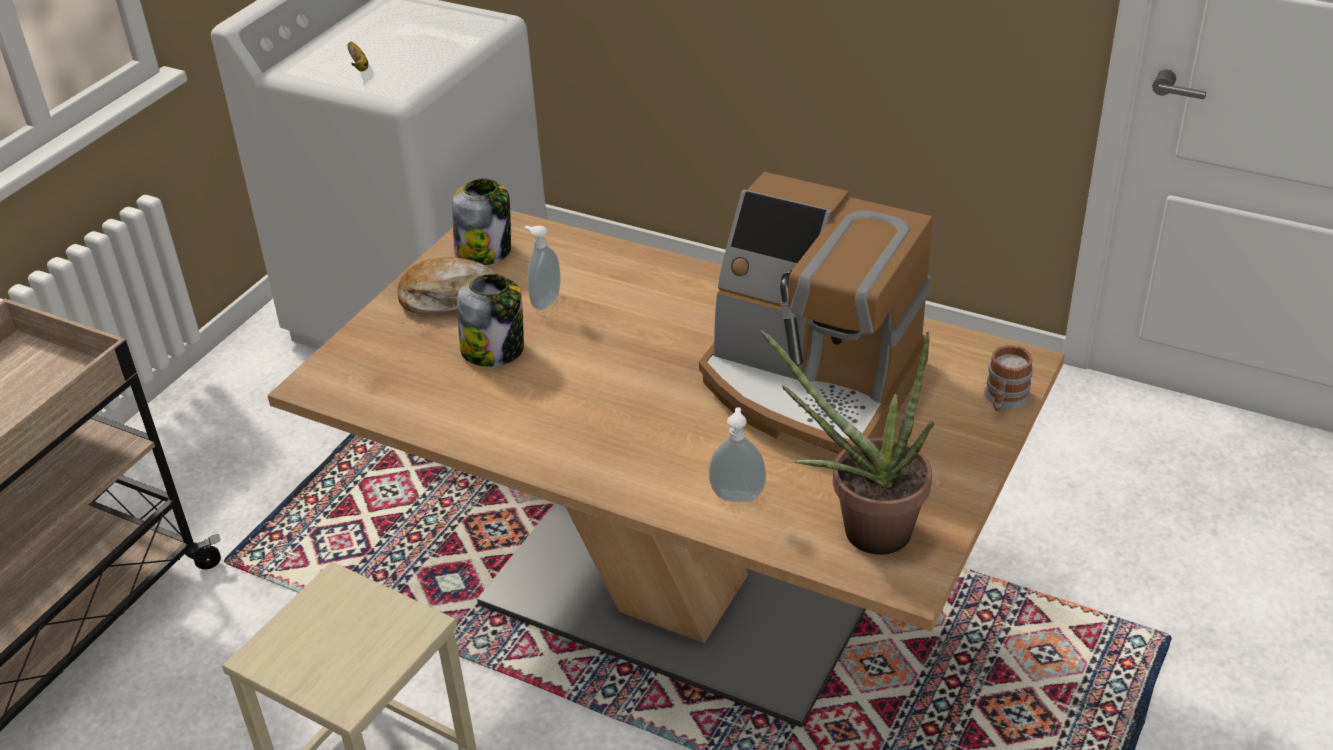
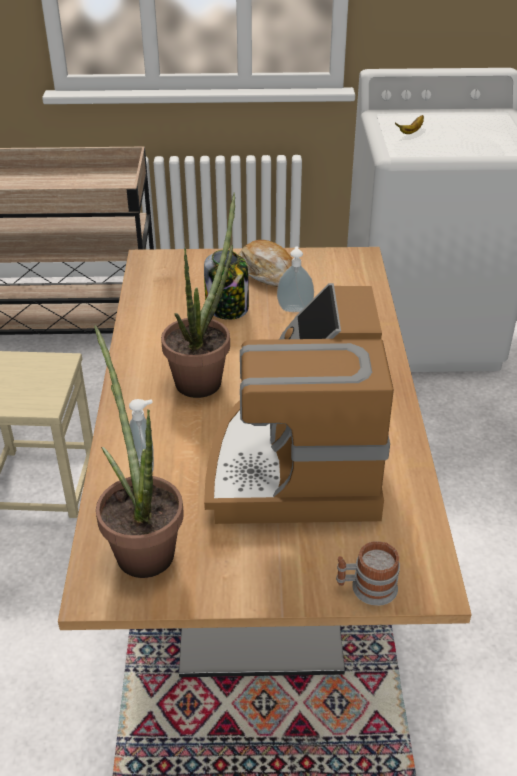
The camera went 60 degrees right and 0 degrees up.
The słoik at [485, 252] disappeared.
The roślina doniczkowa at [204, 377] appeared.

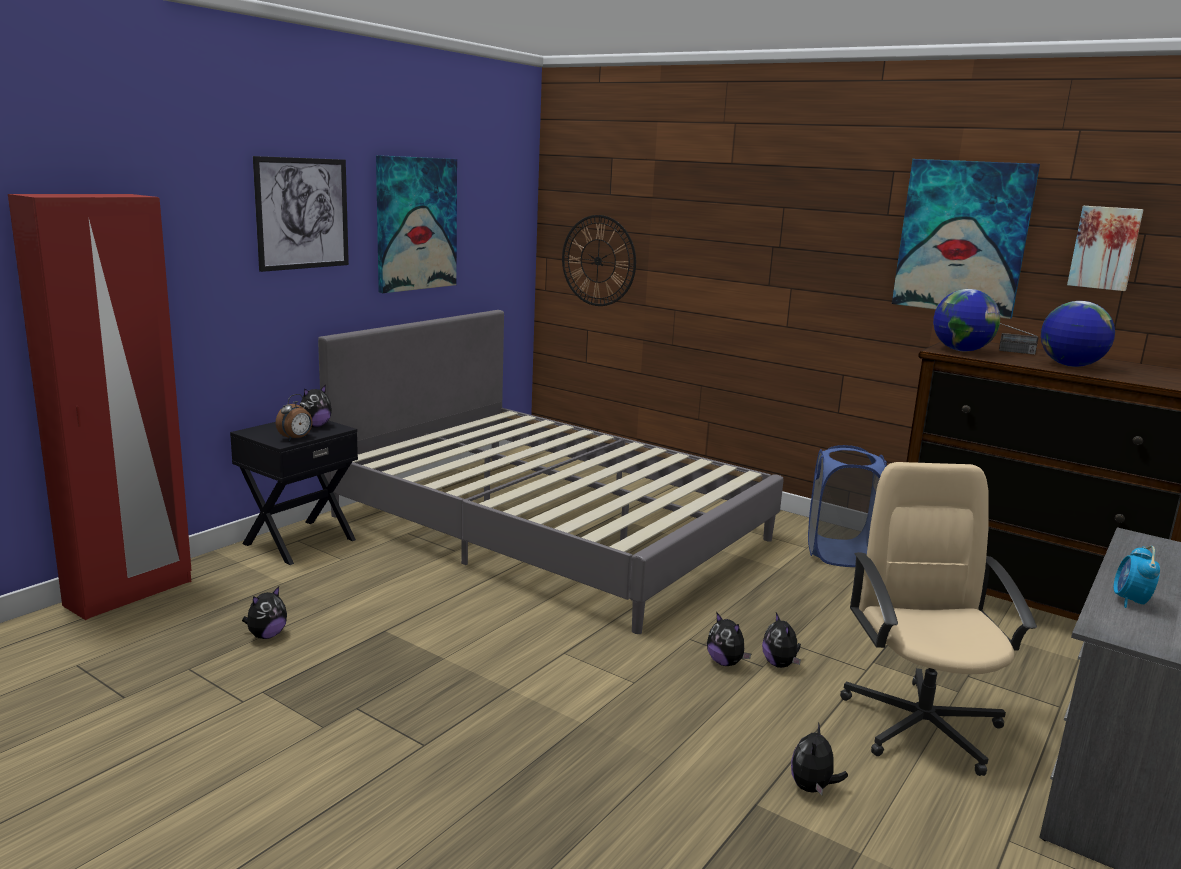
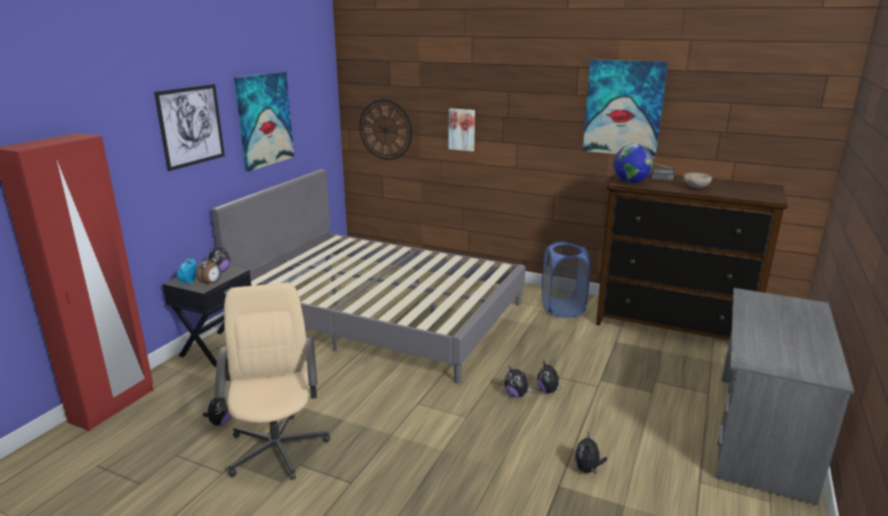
The camera went 10 degrees left and 5 degrees up.
The krzesło biurowe/beżowy moved from [921, 724] to [277, 447].
The obraz moved from [1104, 248] to [462, 129].
The budzik moved from [1130, 602] to [188, 283].
The globus at [1070, 365] was replaced by the miska/beżowy at [695, 187].

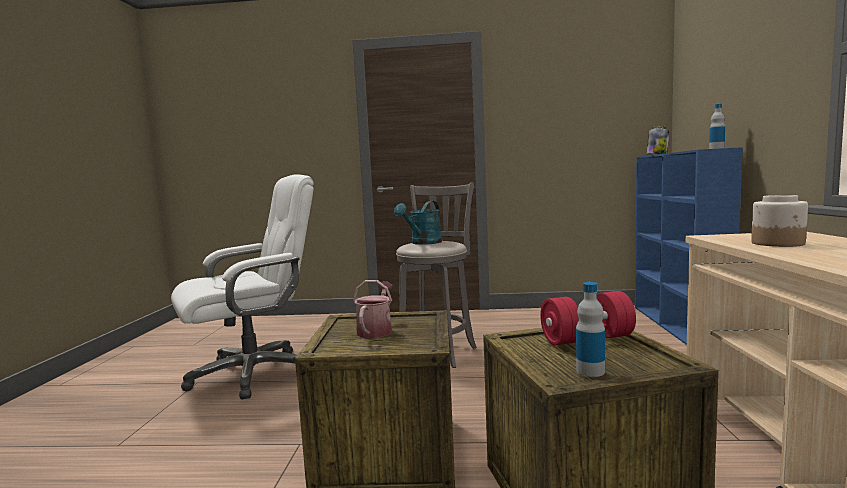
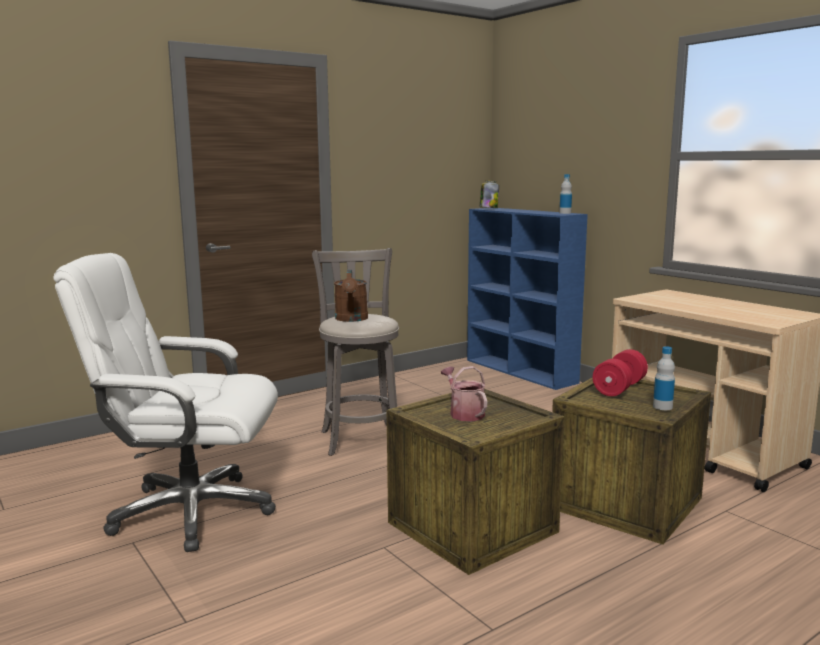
The camera went 40 degrees left and 5 degrees up.
The słoik at [778, 243] disappeared.
The konewka/turkusowy at [423, 243] became the konewka/brązowy at [351, 319].
The krzesło biurowe/biały at [253, 373] turned 105 degrees counterclockwise.

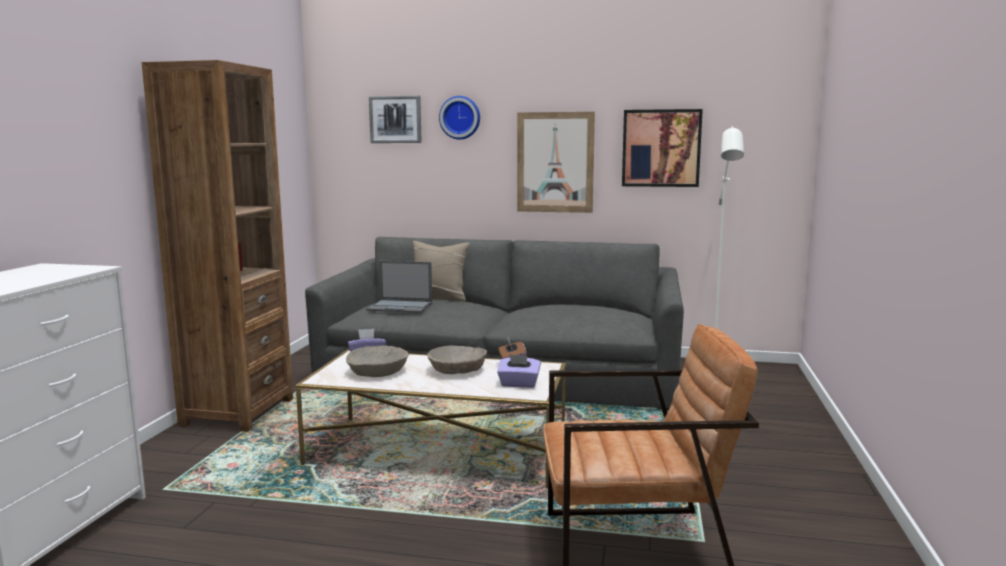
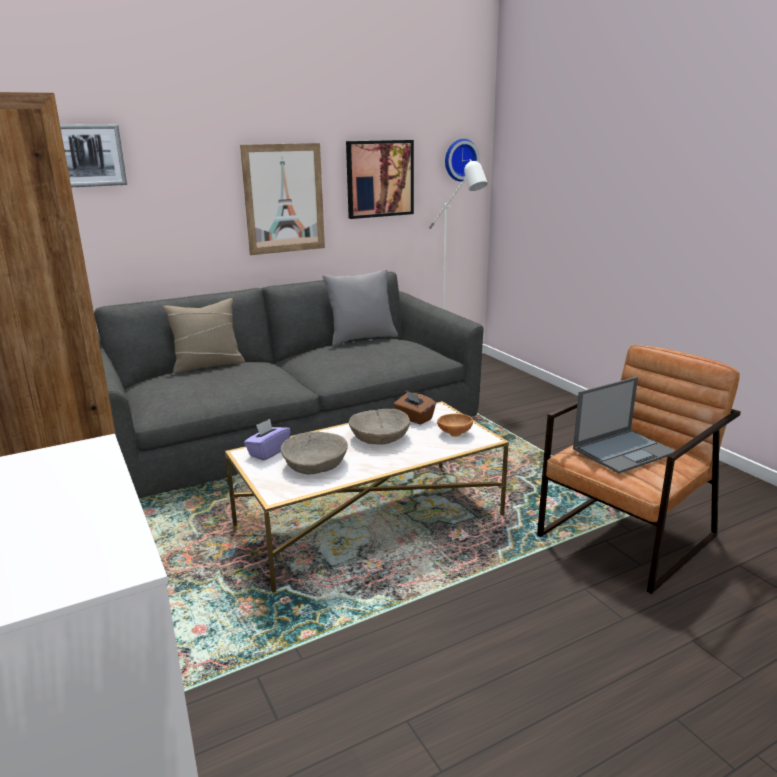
The camera went 40 degrees left and 10 degrees up.
The poduszka/szary at [361, 339] appeared.
The laptop moved from [401, 307] to [624, 450].
The zegar ścienny moved from [460, 117] to [460, 160].
The pudełko chusteczek/fioletowy at [519, 384] was replaced by the miska/brązowy at [454, 433].

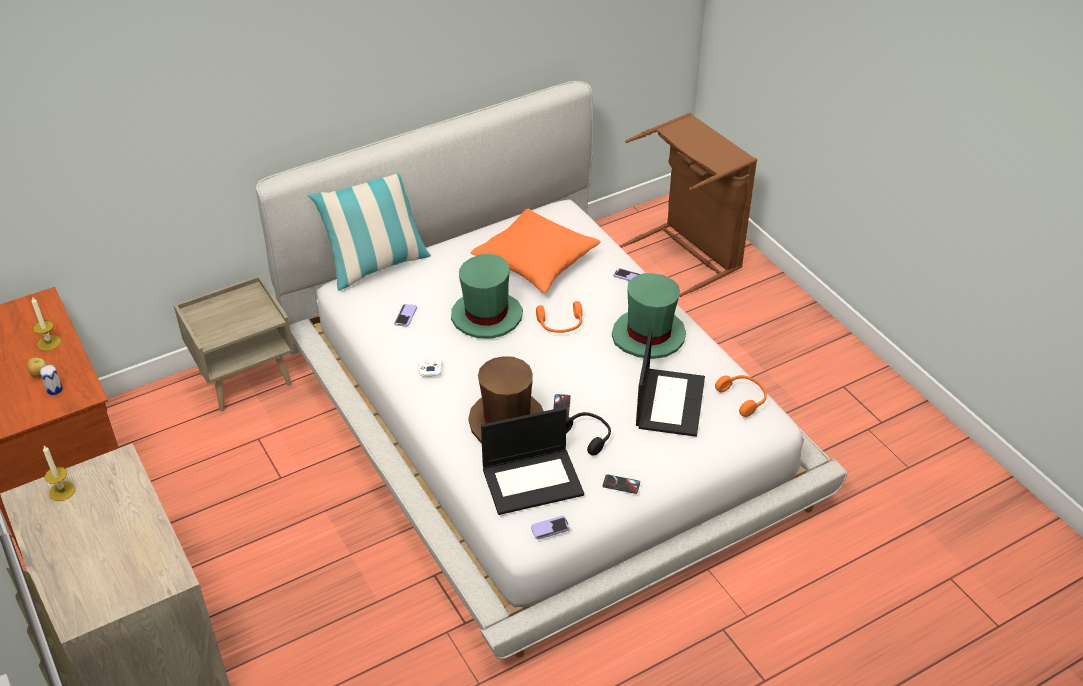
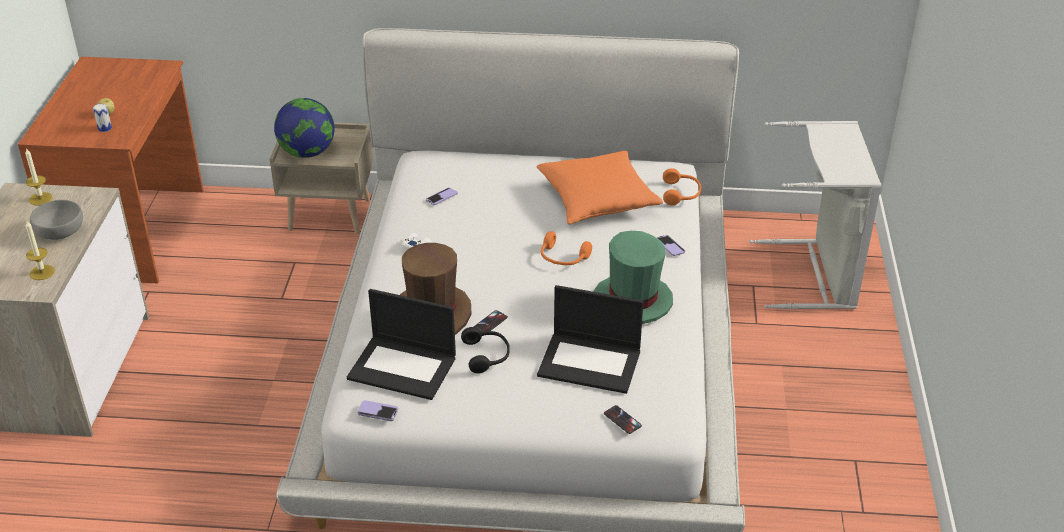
The camera went 35 degrees right and 5 degrees down.
The poduszka at [377, 266] disappeared.
The kapelusz/zielony at [486, 316] disappeared.
The miska/szary at [61, 232] appeared.
The globus at [307, 153] appeared.
The świeca moved from [49, 343] to [42, 272].
The telefon moved from [621, 484] to [622, 420].
The słuchawki/pomarańczowy moved from [743, 398] to [681, 194].
The kosz na pranie/brązowy at [690, 253] became the kosz na pranie/szary at [815, 275].
The laptop at [669, 402] turned 60 degrees clockwise.

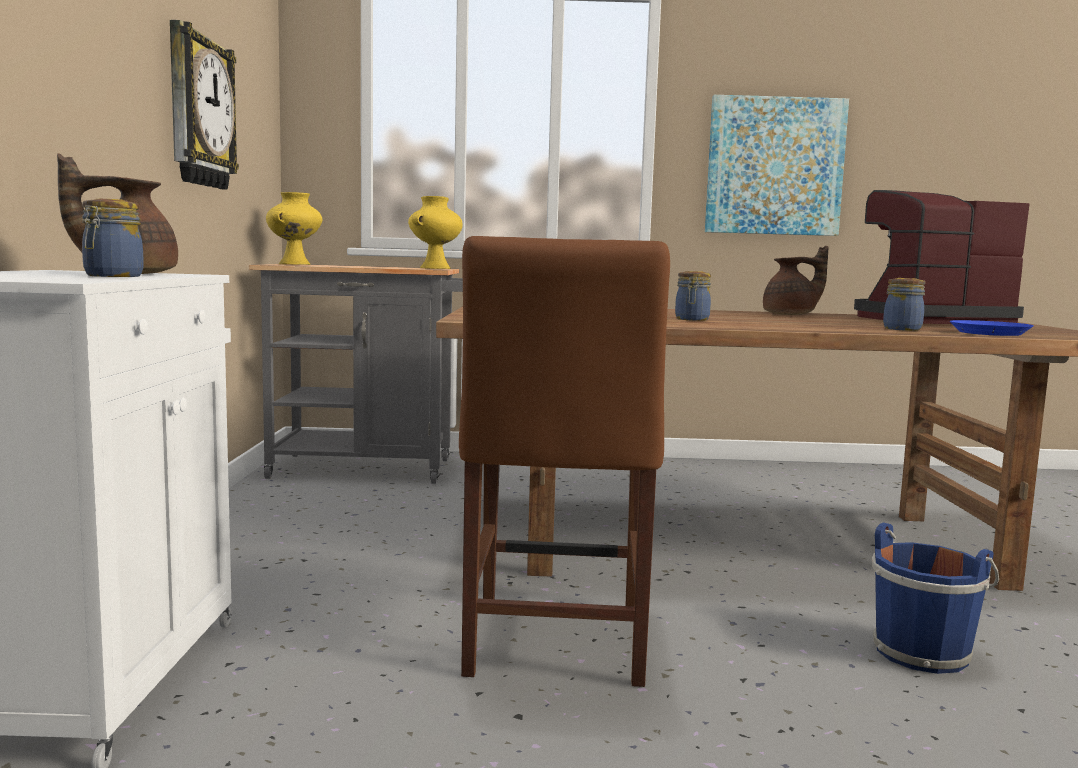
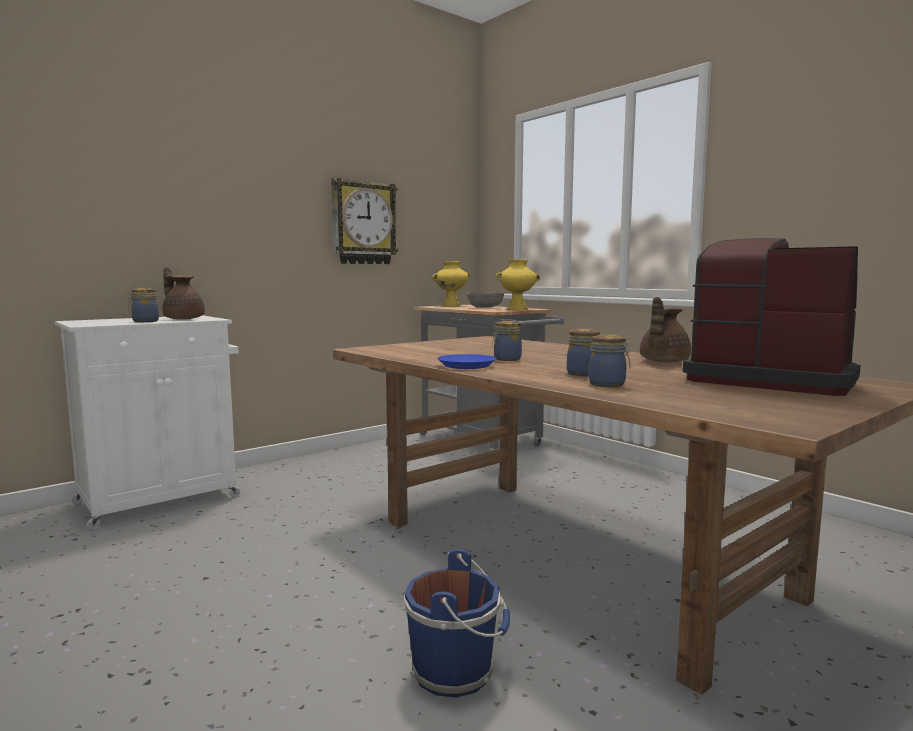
The camera went 50 degrees right and 0 degrees up.
The krzesło/brązowy at [554, 644] disappeared.
The obraz at [774, 166] disappeared.
The miska/szary at [485, 307] appeared.
The słoik at [582, 374] appeared.
The talerz/niebieski moved from [989, 333] to [467, 366].
The imbryk/brązowy at [791, 314] turned 90 degrees clockwise.

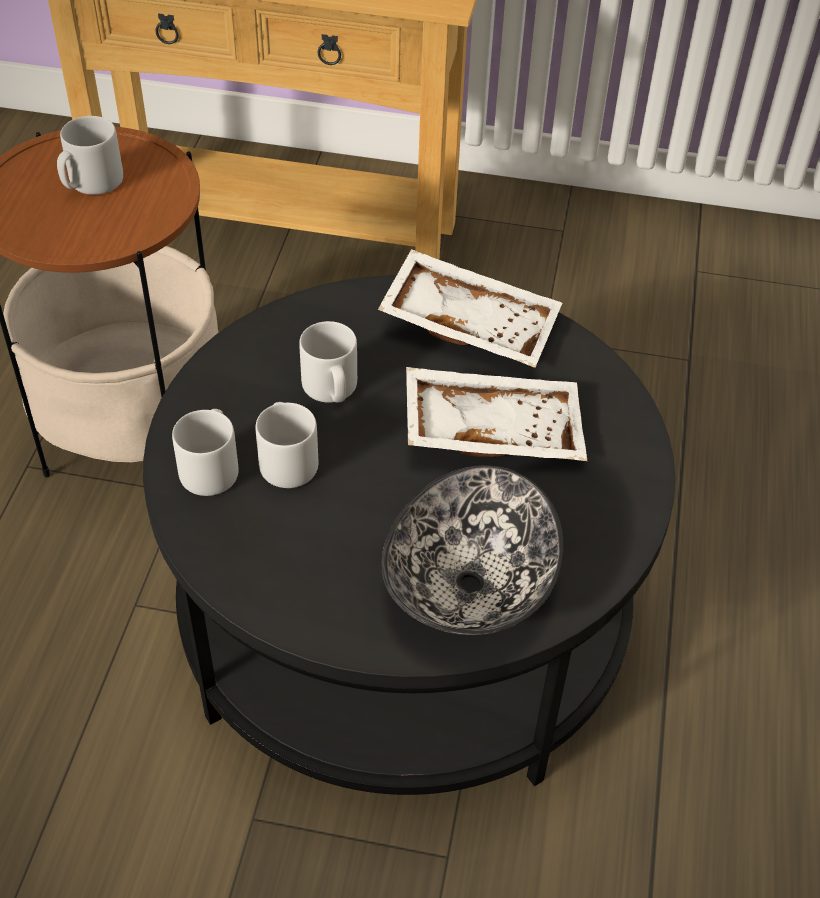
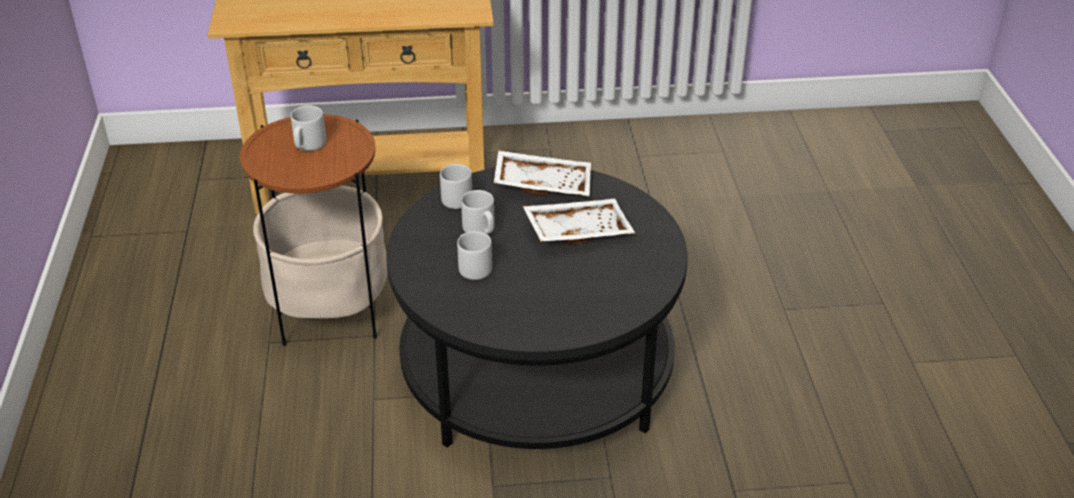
The camera went 15 degrees left and 10 degrees down.
The miska at [472, 586] disappeared.
The kubek/szary moved from [211, 468] to [456, 198].

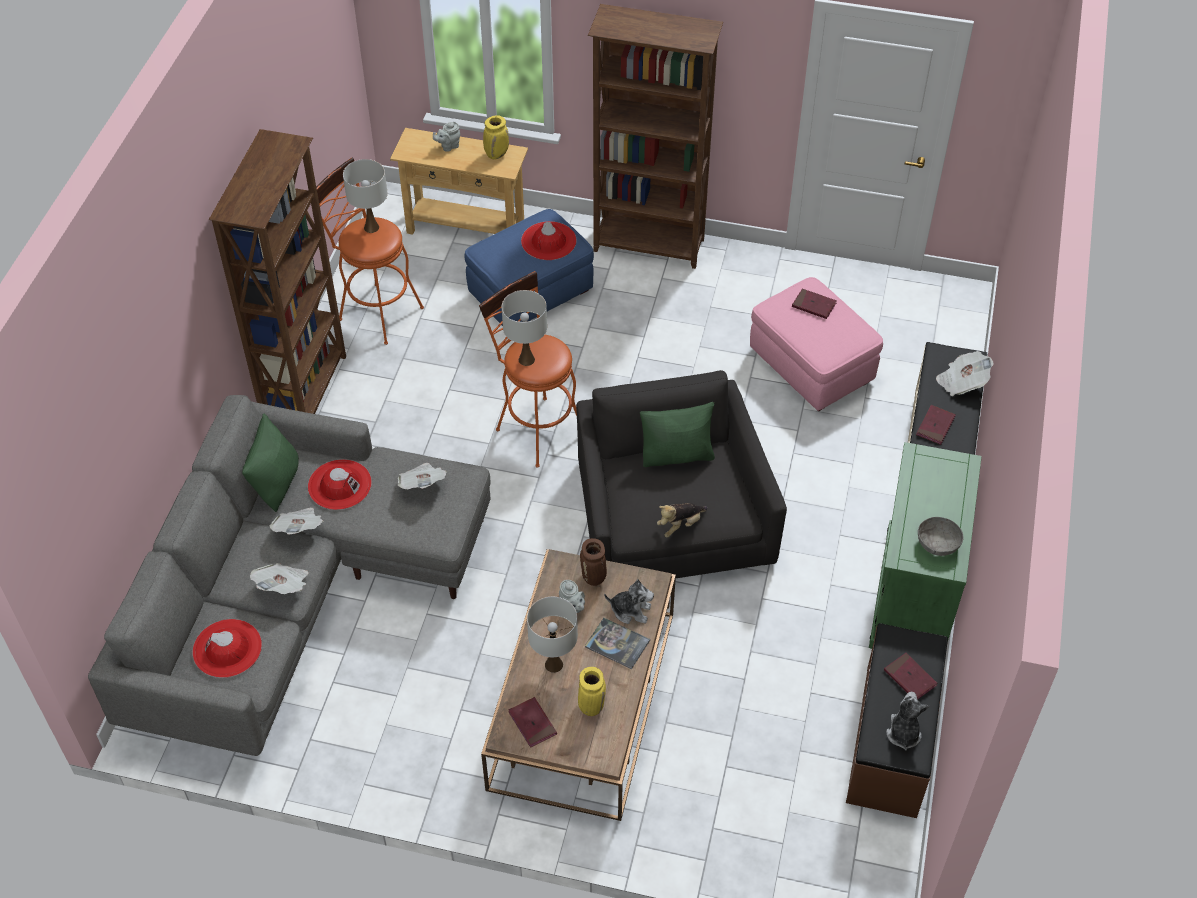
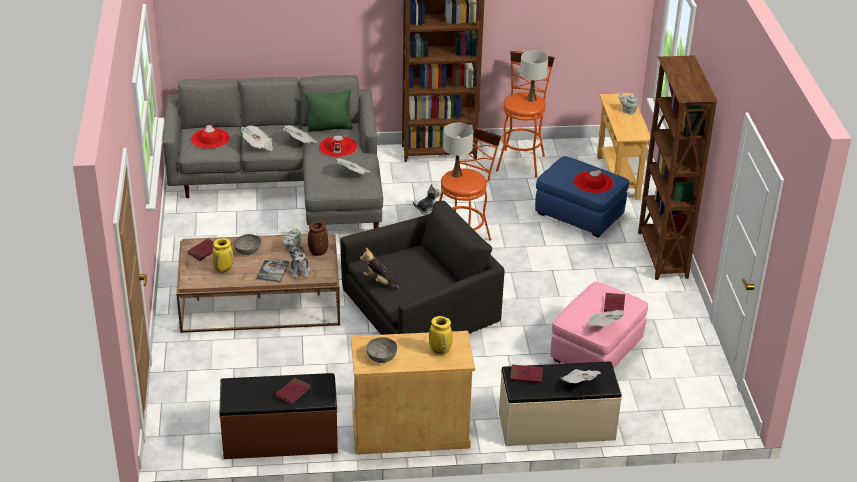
The camera went 70 degrees right and 15 degrees down.
The poduszka/zielony at [677, 455] disappeared.
The gazeta at [603, 325] appeared.
The wazon/żółty moved from [497, 154] to [440, 350].
The pluszak moved from [903, 733] to [428, 210].
The lampa stołowa/biały at [553, 664] was replaced by the miska/szary at [248, 250].
The szafka/zielony at [913, 593] became the szafka/beżowy at [410, 432].

